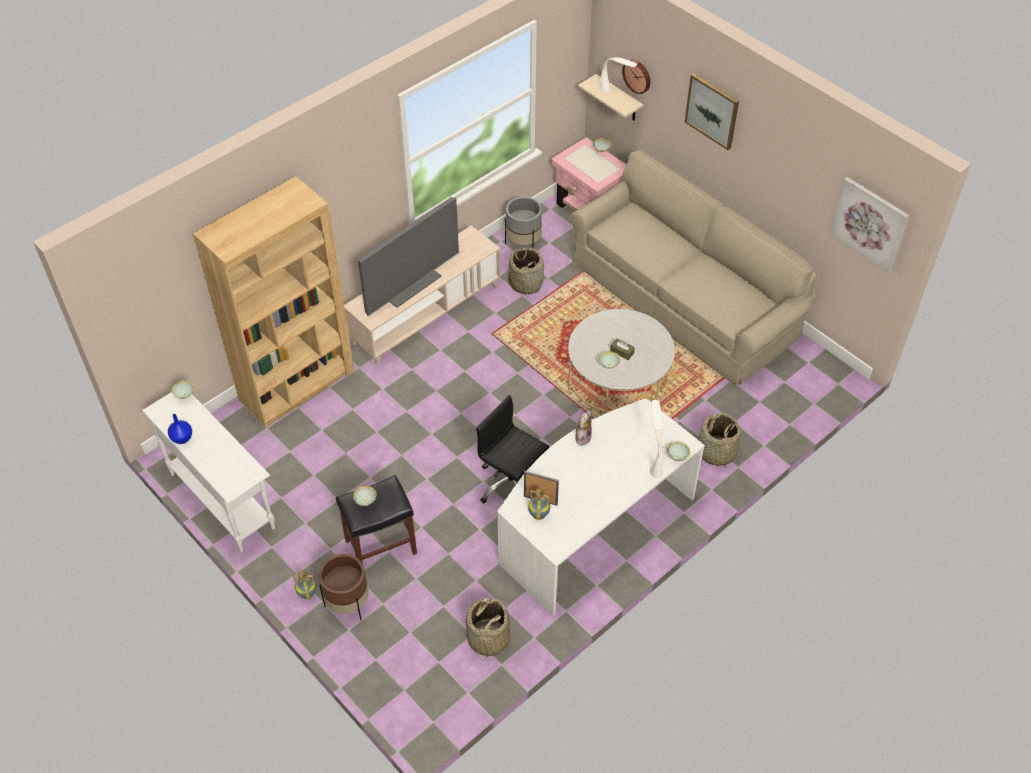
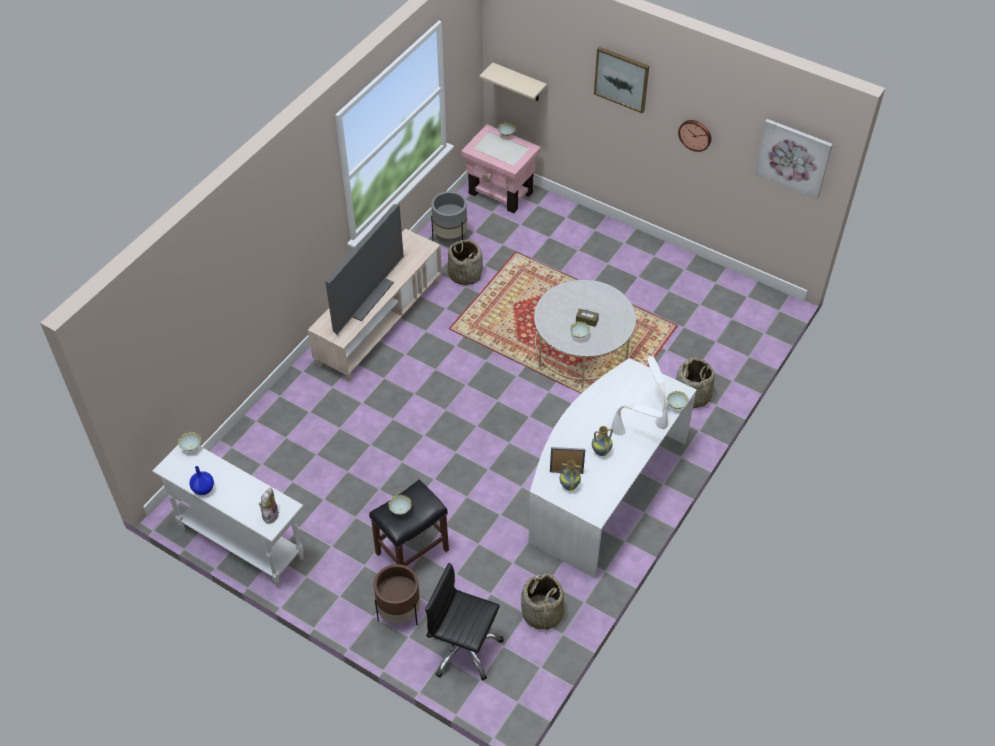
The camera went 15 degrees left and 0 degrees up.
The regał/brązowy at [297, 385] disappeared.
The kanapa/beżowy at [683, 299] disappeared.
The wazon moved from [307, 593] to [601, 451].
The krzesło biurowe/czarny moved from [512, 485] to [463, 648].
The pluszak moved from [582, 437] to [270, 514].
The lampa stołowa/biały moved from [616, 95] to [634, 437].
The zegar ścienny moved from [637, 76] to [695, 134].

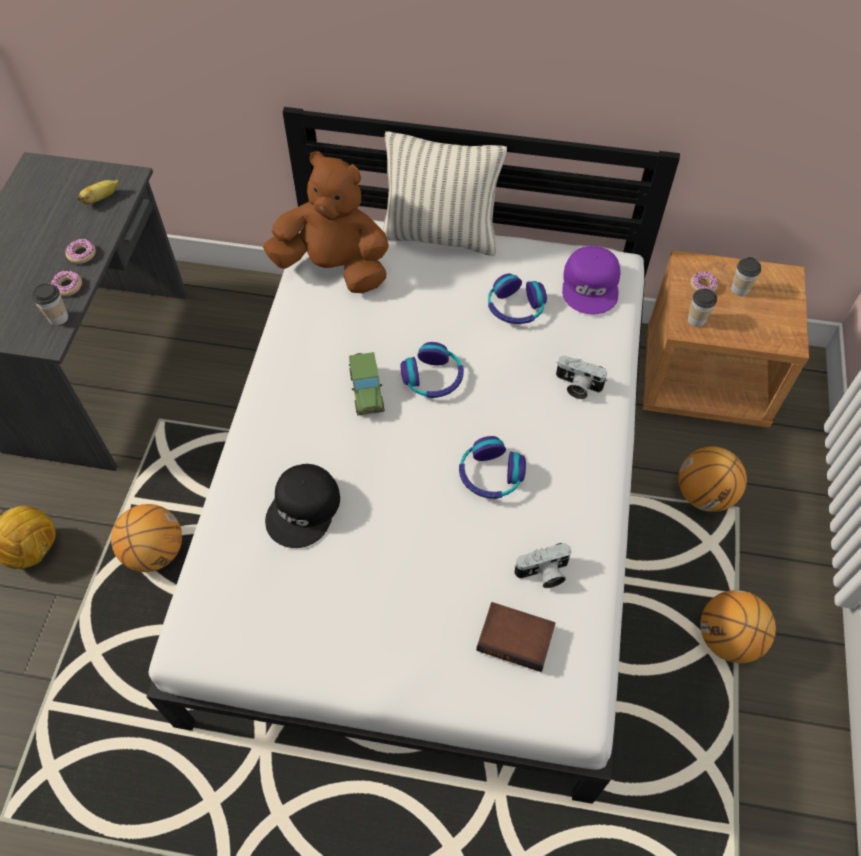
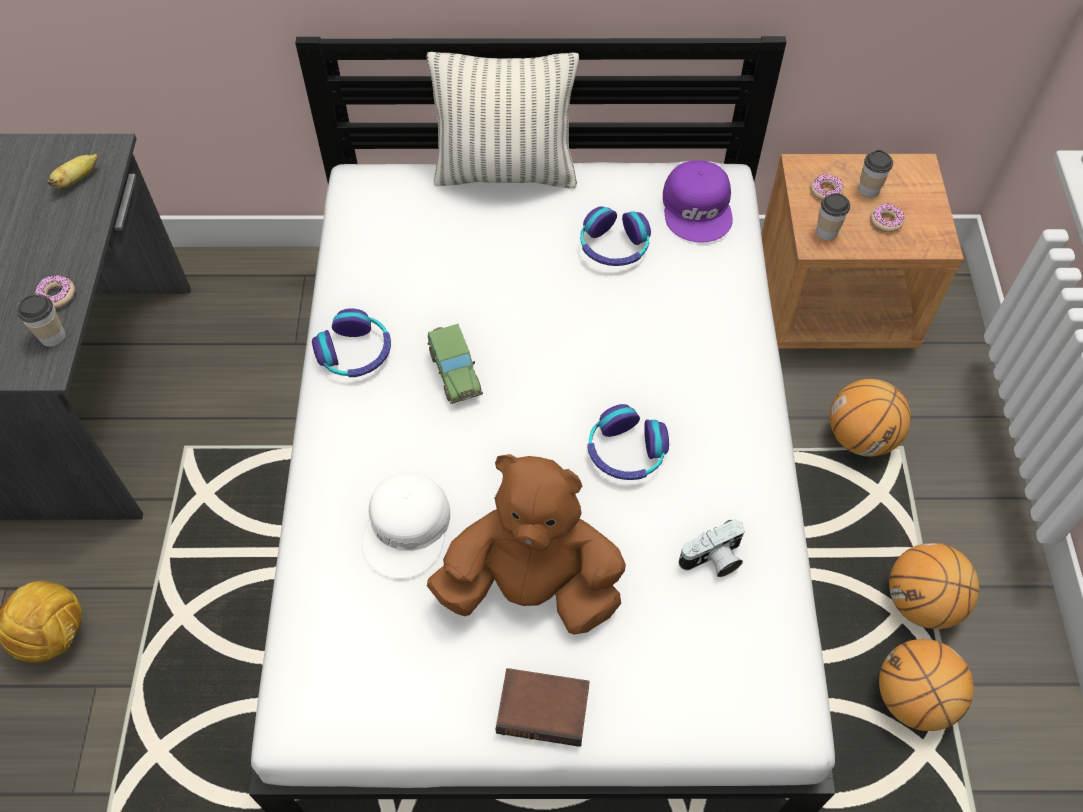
The camera went 10 degrees left and 0 degrees up.
The aparat fotograficzny at [577, 386] disappeared.
The donut moved from [82, 254] to [885, 221].
The piłka do koszykówki moved from [155, 552] to [912, 699].
The pluszak/brązowy moved from [334, 267] to [532, 587].
The słuchawki moved from [433, 378] to [355, 353].
The książka moved from [517, 638] to [545, 708].
The czapka z daszkiem/czarny at [304, 509] became the czapka z daszkiem/biały at [408, 528].

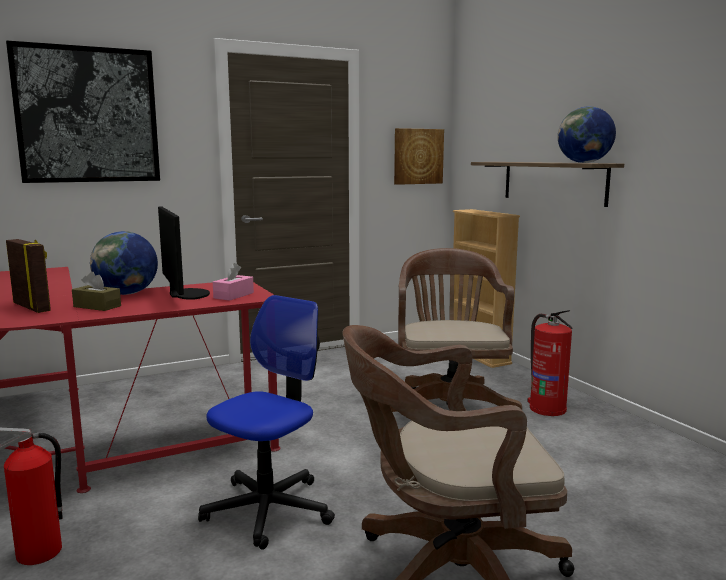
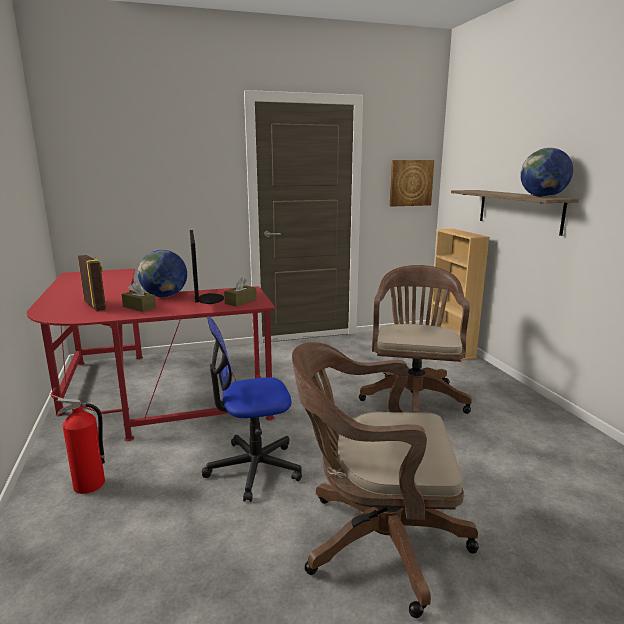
The camera went 10 degrees right and 5 degrees up.
The obraz at [88, 115] disappeared.
The gaśnica at [546, 408] disappeared.
The pudełko chusteczek/różowy at [233, 295] became the pudełko chusteczek/brązowy at [241, 301].
The krzesło biurowe at [268, 509] turned 150 degrees counterclockwise.

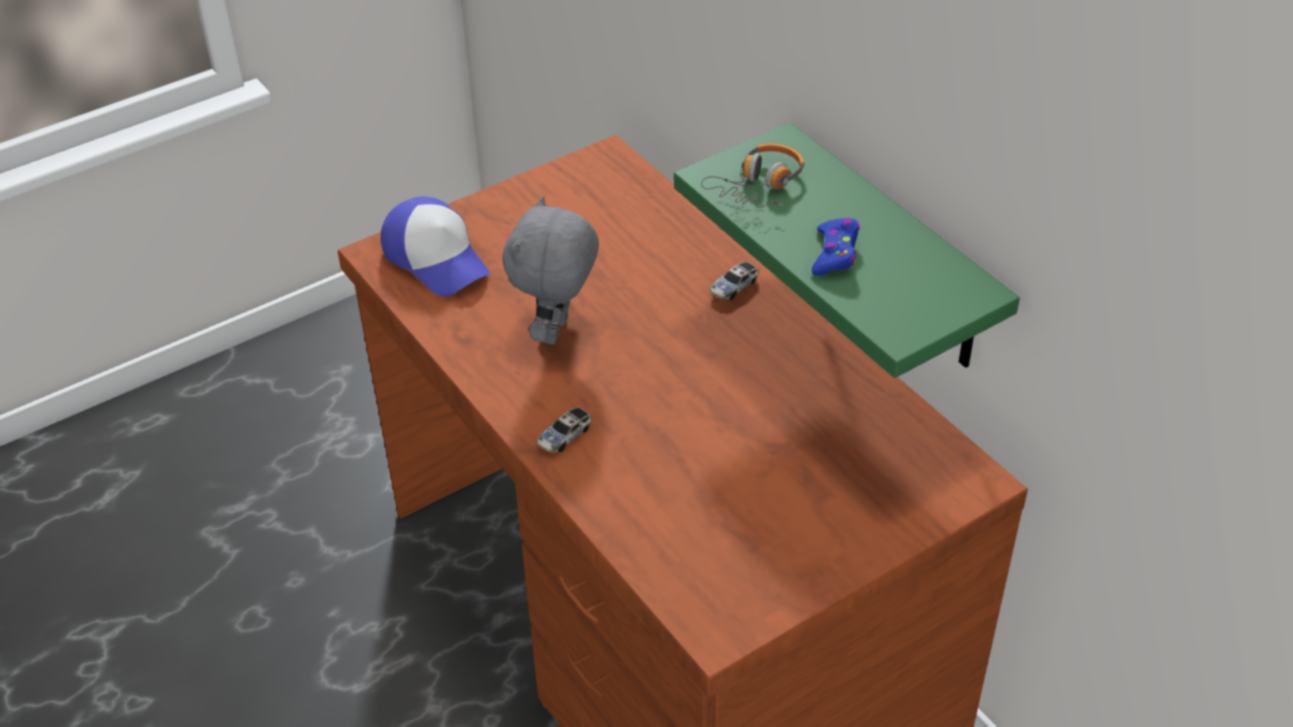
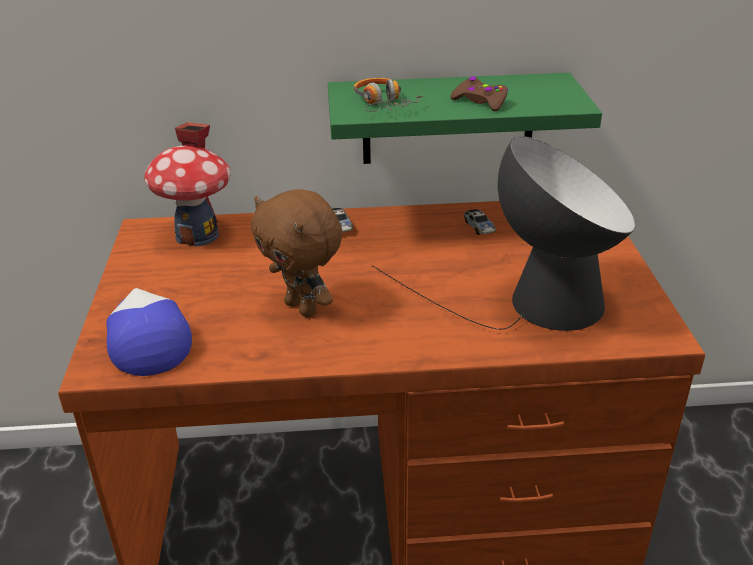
The camera went 60 degrees left and 10 degrees down.
The domek at [197, 235] appeared.
The lampa stołowa at [539, 303] appeared.
The samochodzik moved from [565, 436] to [479, 227].
The pluszak/szary at [557, 332] became the pluszak/brązowy at [303, 308].
The pad do gier/niebieski at [835, 253] became the pad do gier/brązowy at [480, 101].
The czapka z daszkiem at [436, 258] turned 105 degrees counterclockwise.

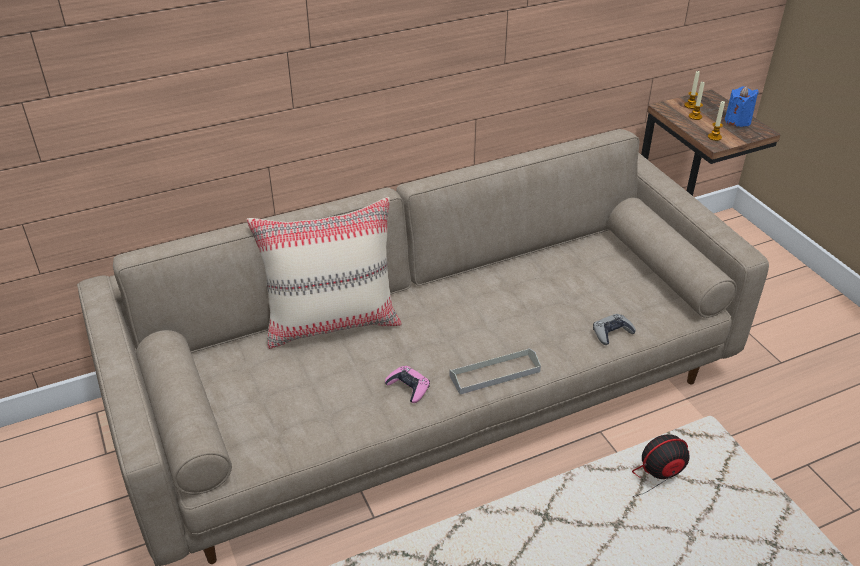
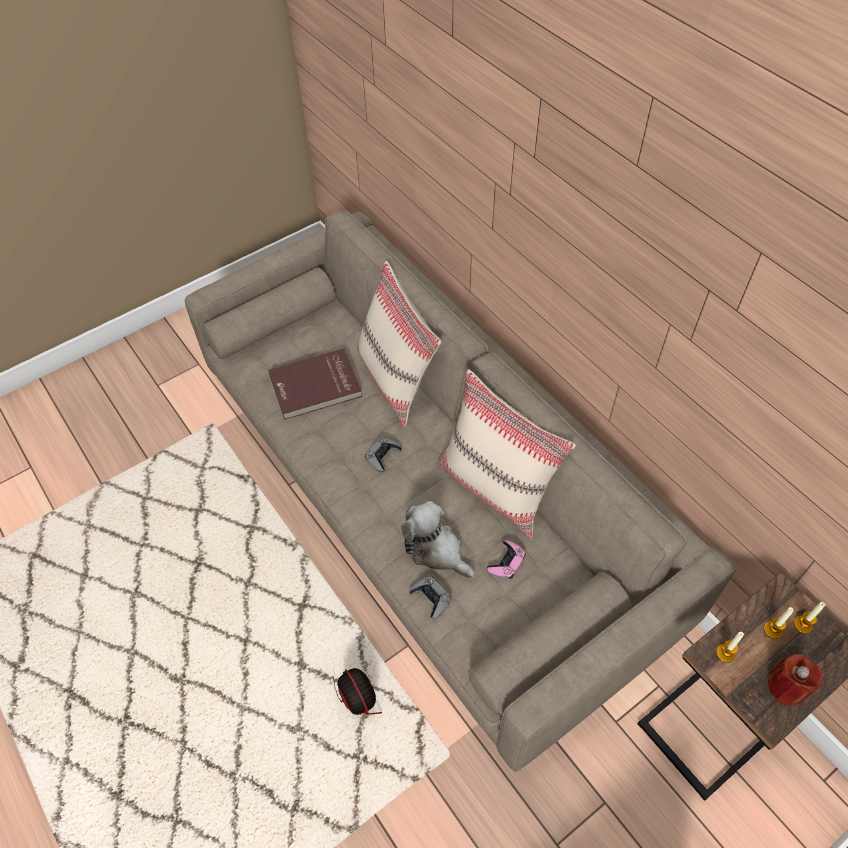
The camera went 80 degrees right and 15 degrees up.
The taca/szary at [494, 374] disappeared.
The książka/czerwony at [316, 387] appeared.
The pad do gier/szary at [383, 456] appeared.
The pluszak at [436, 550] appeared.
The poduszka/beżowy at [496, 488] appeared.
The pad do gier/różowy moved from [408, 387] to [506, 562].
The świeca/niebieski at [737, 121] became the świeca/czerwony at [786, 687].

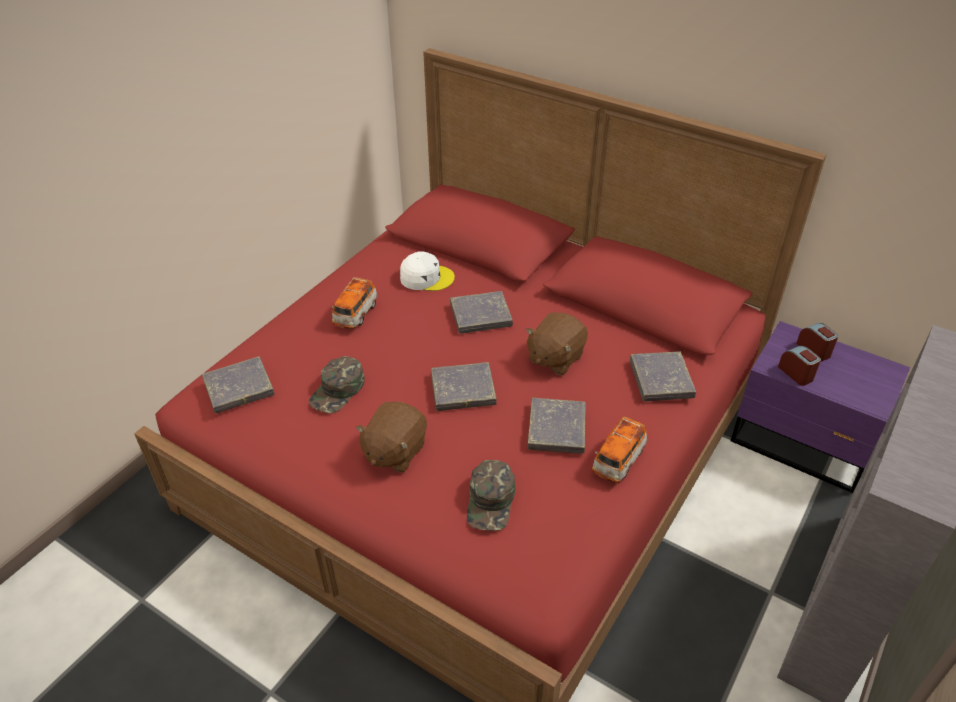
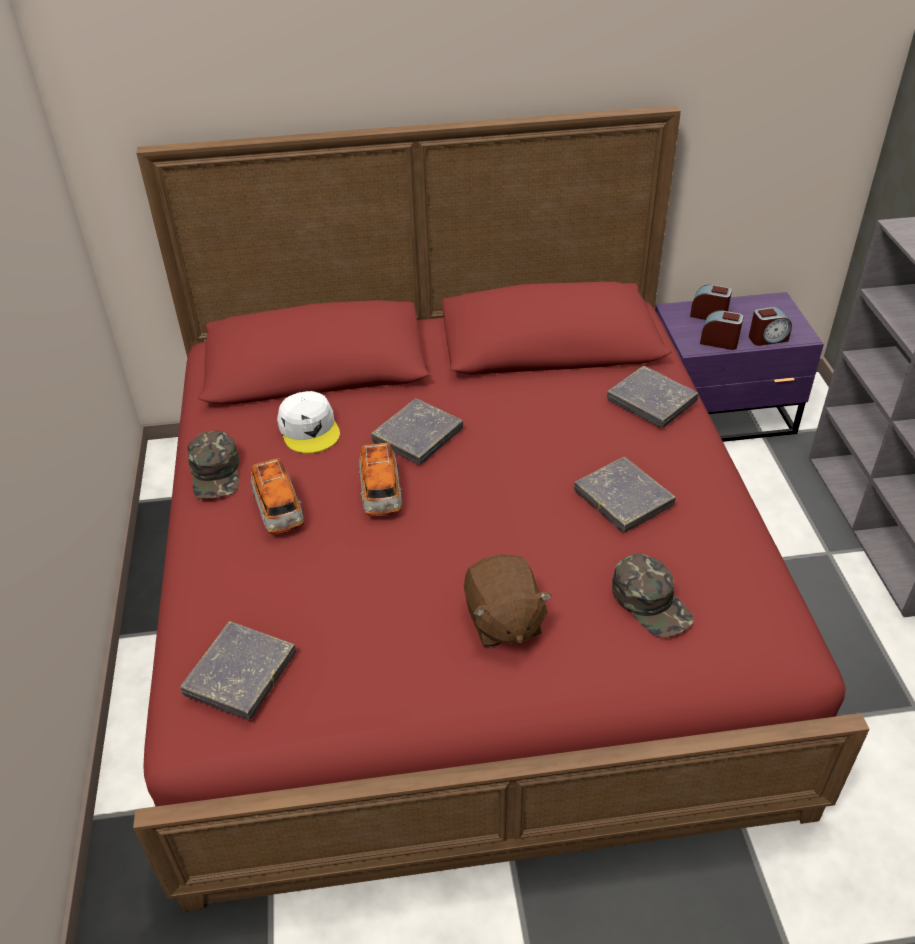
The camera went 40 degrees left and 0 degrees up.
The książka/szary at [463, 390] disappeared.
The pluszak/brązowy at [555, 358] disappeared.
The budzik at [767, 338] appeared.
The czapka z daszkiem/zielony moved from [338, 391] to [216, 472].
The samochodzik moved from [618, 460] to [381, 494].
The czapka z daszkiem/biały at [426, 277] turned 105 degrees clockwise.

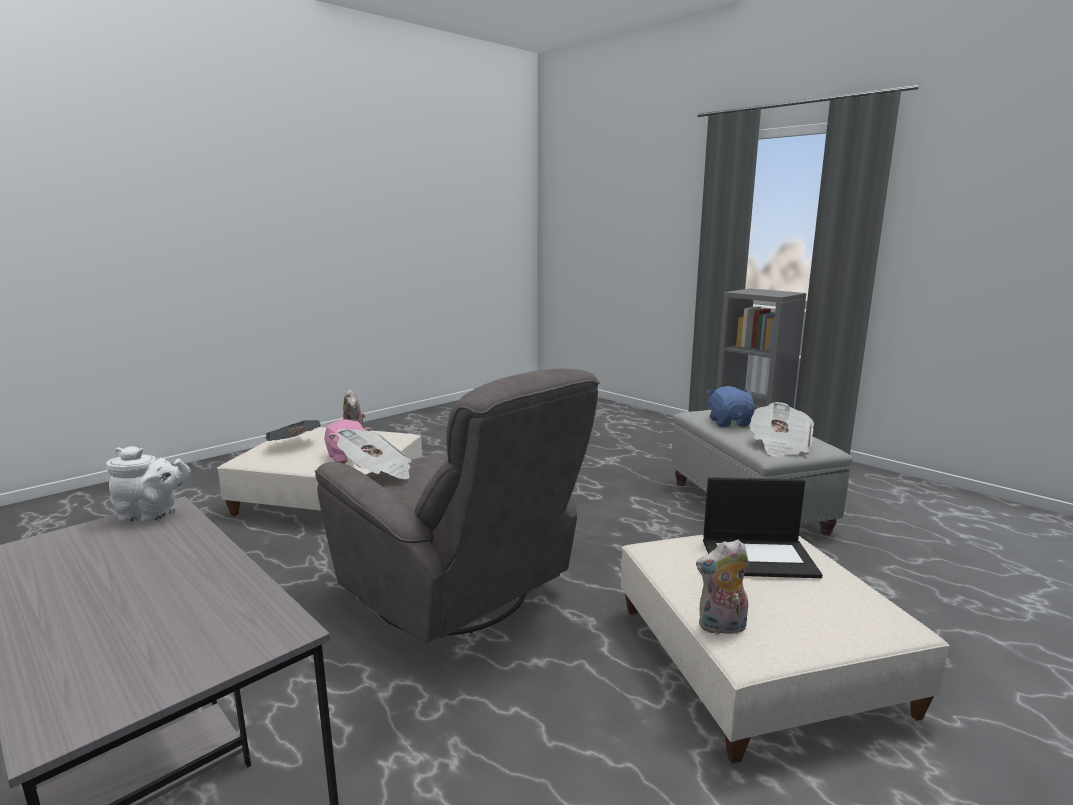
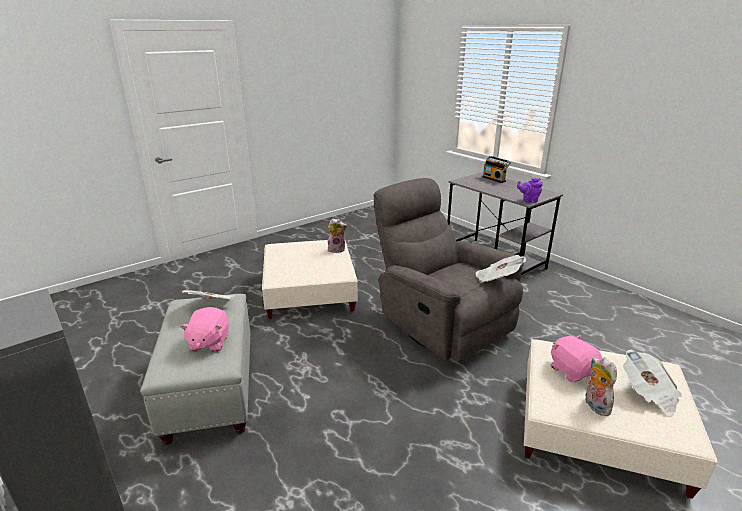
The camera went 175 degrees left and 10 degrees up.
The laptop at [759, 557] disappeared.
The radio at [494, 179] appeared.
The imbryk/biały at [152, 515] became the imbryk/fioletowy at [528, 200].
The pluszak/niebieski at [730, 422] became the pluszak/różowy at [209, 342].

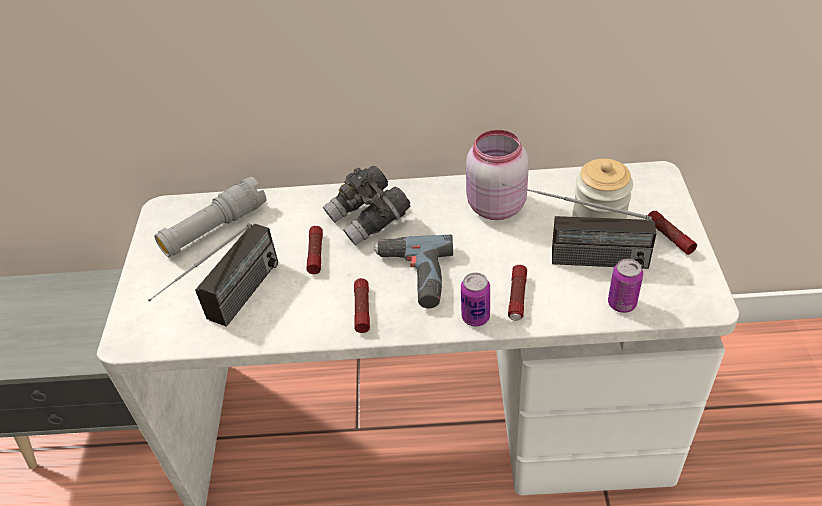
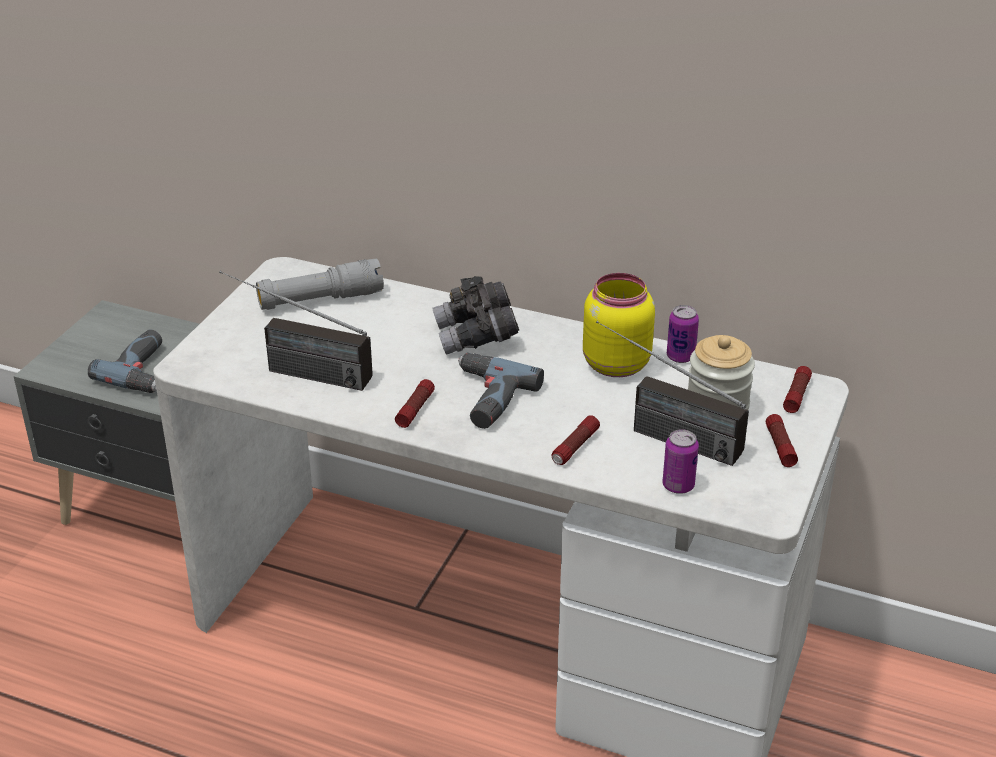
The camera went 20 degrees right and 10 degrees down.
The wiertarka at [145, 370] appeared.
The latarka moved from [315, 254] to [796, 395].
The puszka moved from [475, 317] to [680, 357].
The słoik/różowy at [494, 206] became the słoik/żółty at [614, 364].
The radio at [231, 308] turned 60 degrees clockwise.

